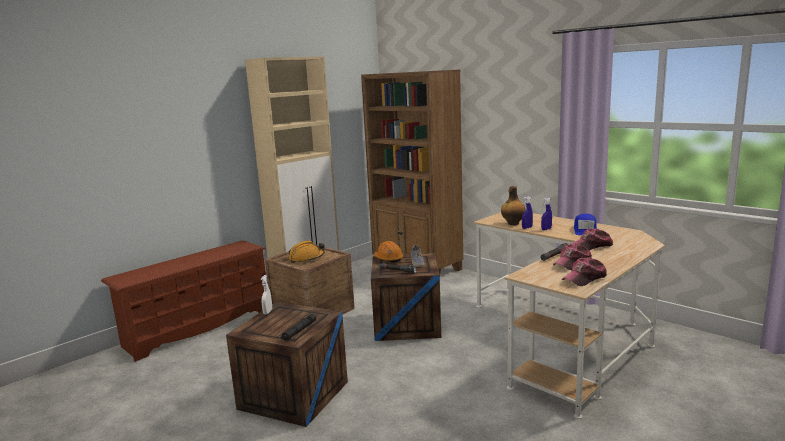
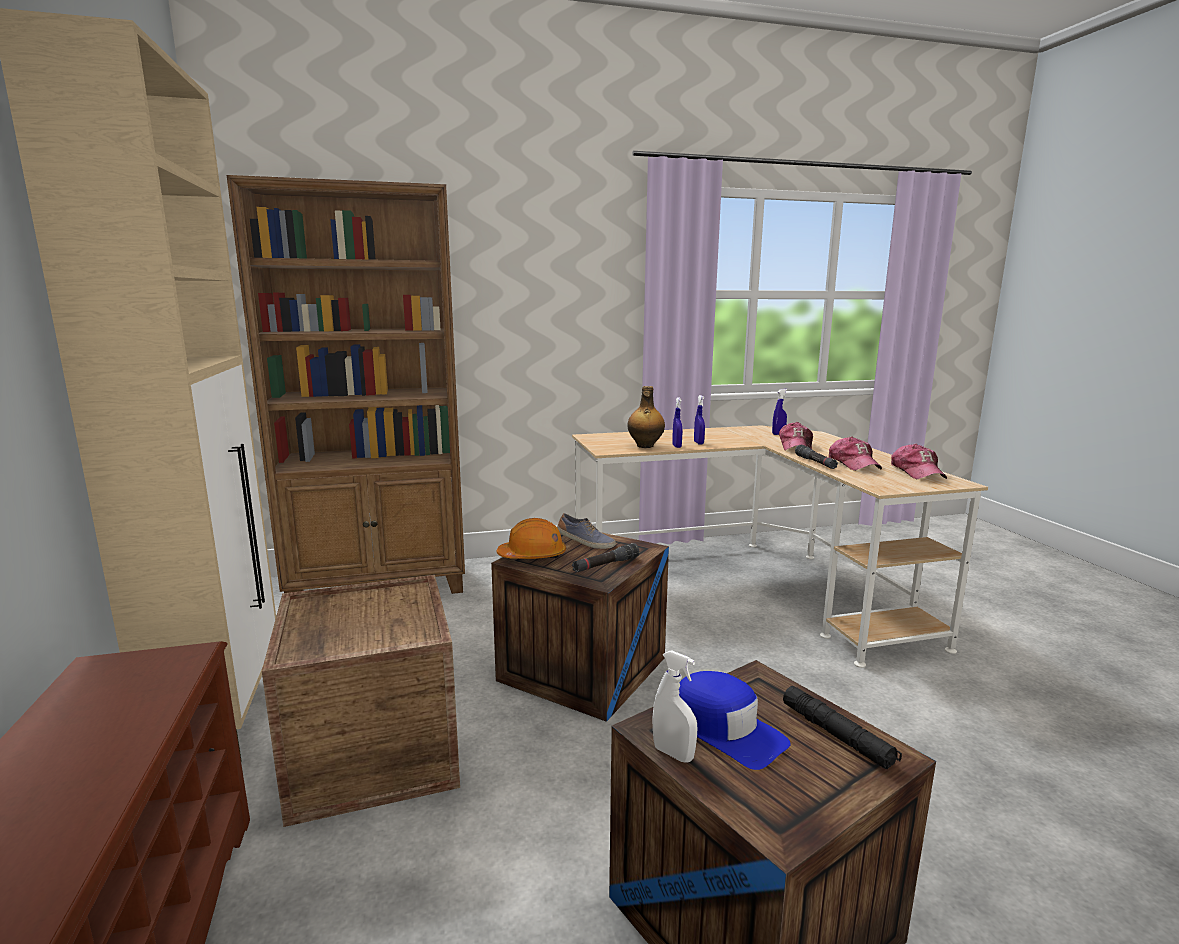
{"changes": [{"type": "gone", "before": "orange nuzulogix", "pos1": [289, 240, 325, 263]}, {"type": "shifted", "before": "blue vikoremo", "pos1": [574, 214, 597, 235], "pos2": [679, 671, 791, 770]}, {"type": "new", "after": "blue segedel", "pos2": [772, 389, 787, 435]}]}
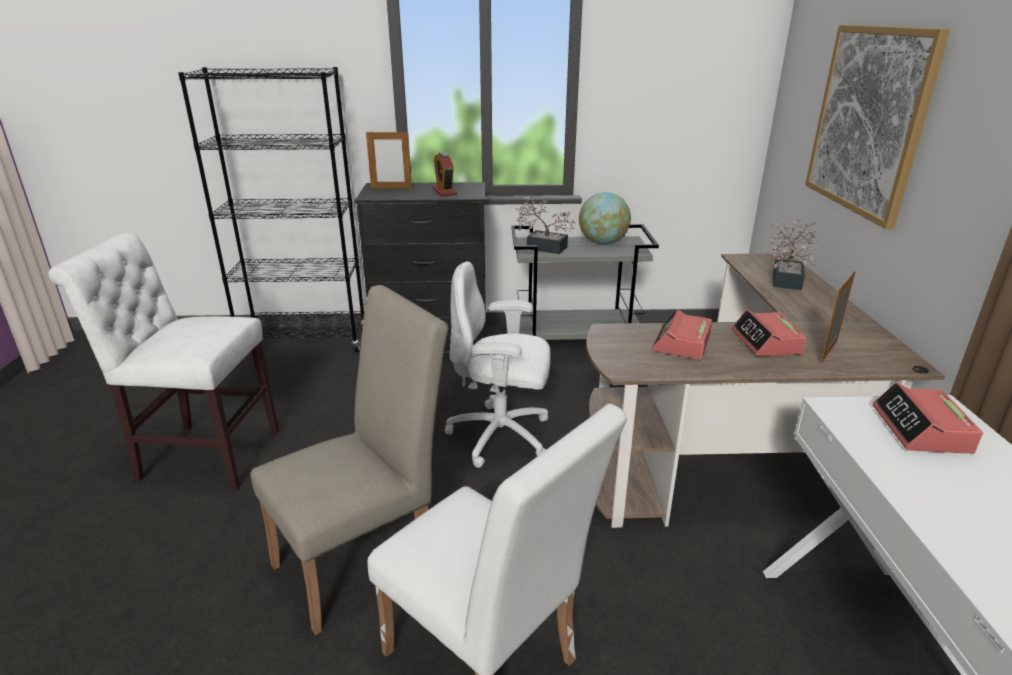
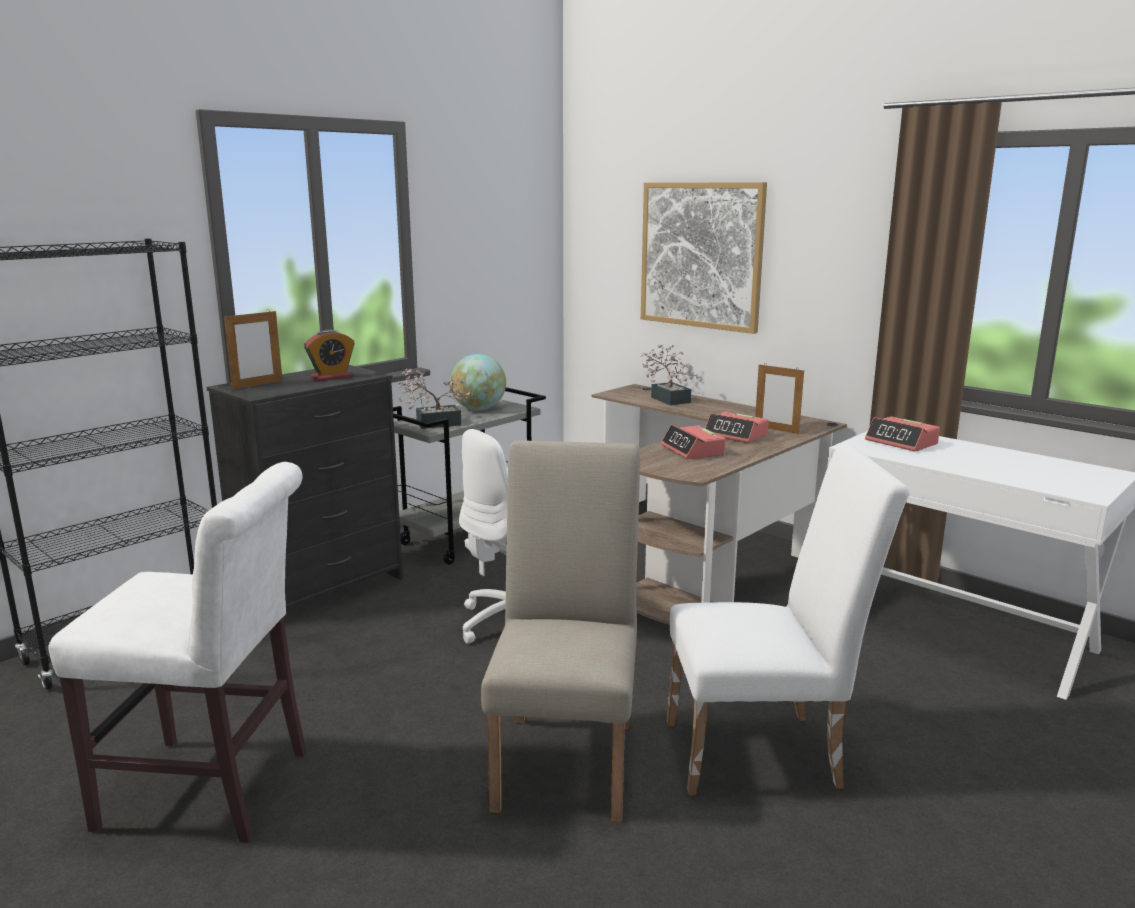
{"changes": [{"type": "rotated", "before": "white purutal", "pos1": [48, 233, 279, 490], "pos2": [48, 462, 307, 843], "turn": -135}, {"type": "rotated", "before": "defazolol", "pos1": [433, 152, 457, 196], "pos2": [304, 330, 355, 381], "turn": -60}, {"type": "rotated", "before": "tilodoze", "pos1": [821, 271, 855, 364], "pos2": [755, 363, 804, 434], "turn": -45}]}
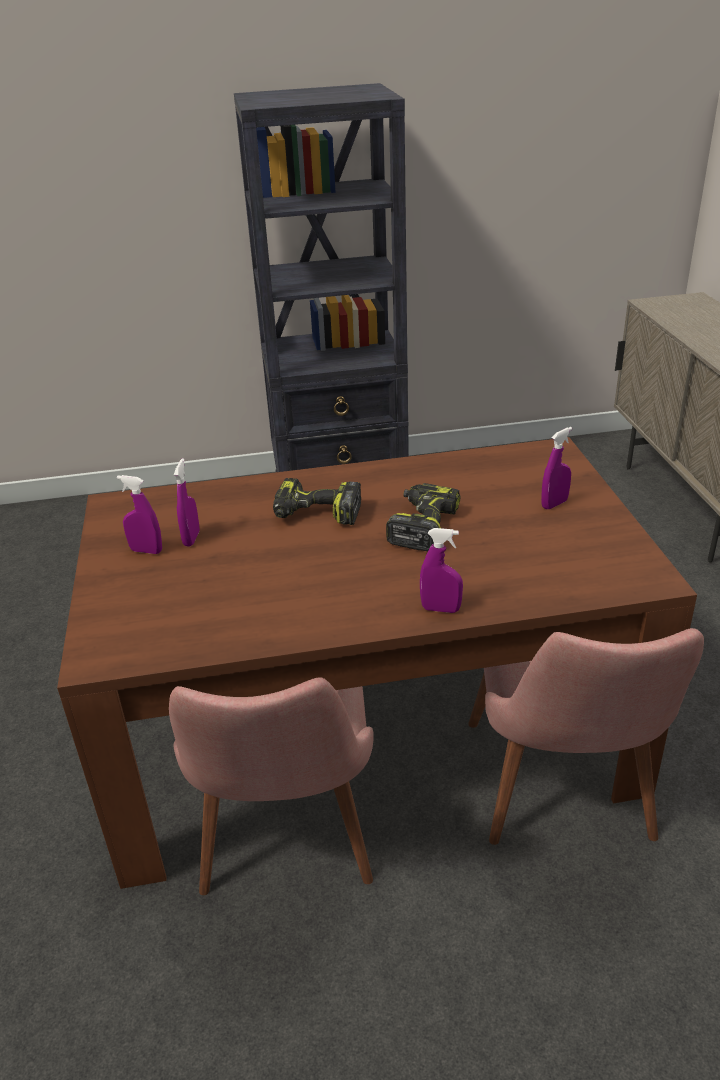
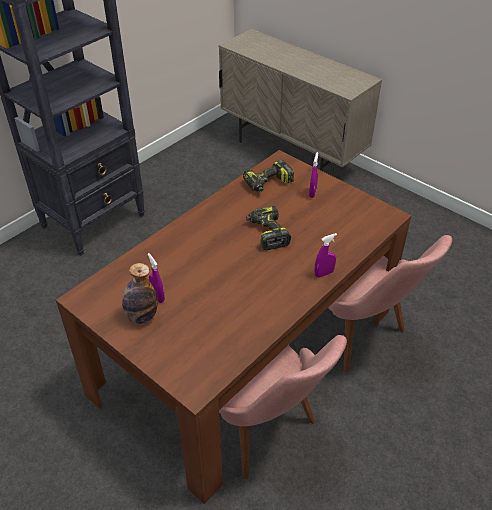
{"changes": [{"type": "swapped", "before": "purple segedel", "after": "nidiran", "pos1": [117, 475, 162, 554], "pos2": [122, 263, 157, 324]}, {"type": "shifted", "before": "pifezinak", "pos1": [273, 478, 361, 525], "pos2": [243, 160, 294, 192]}]}
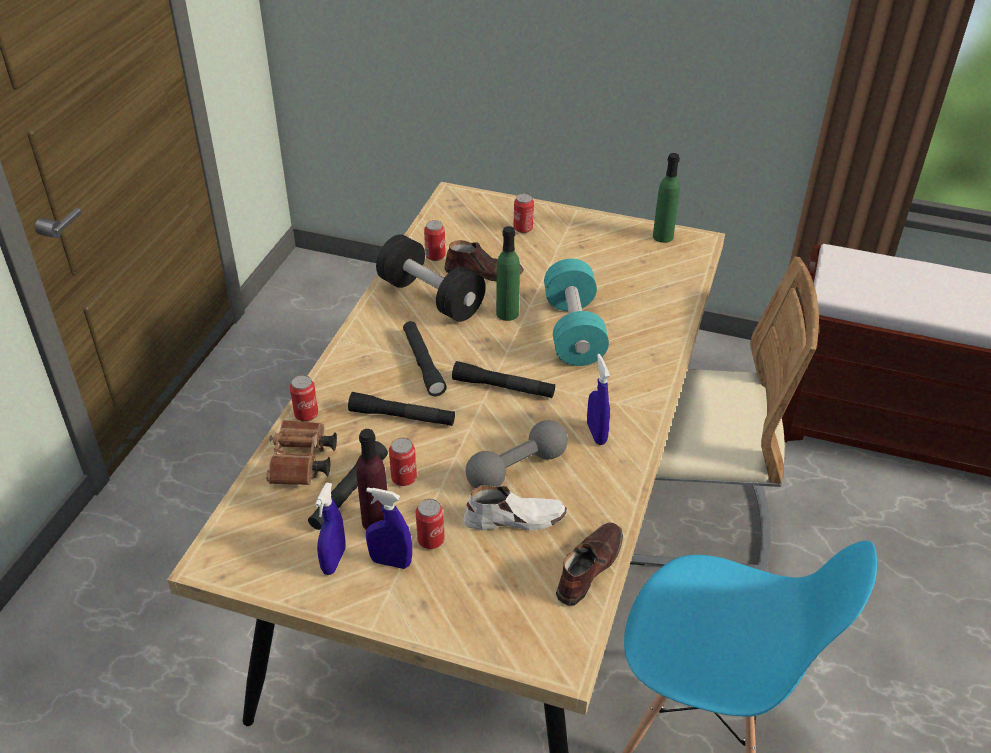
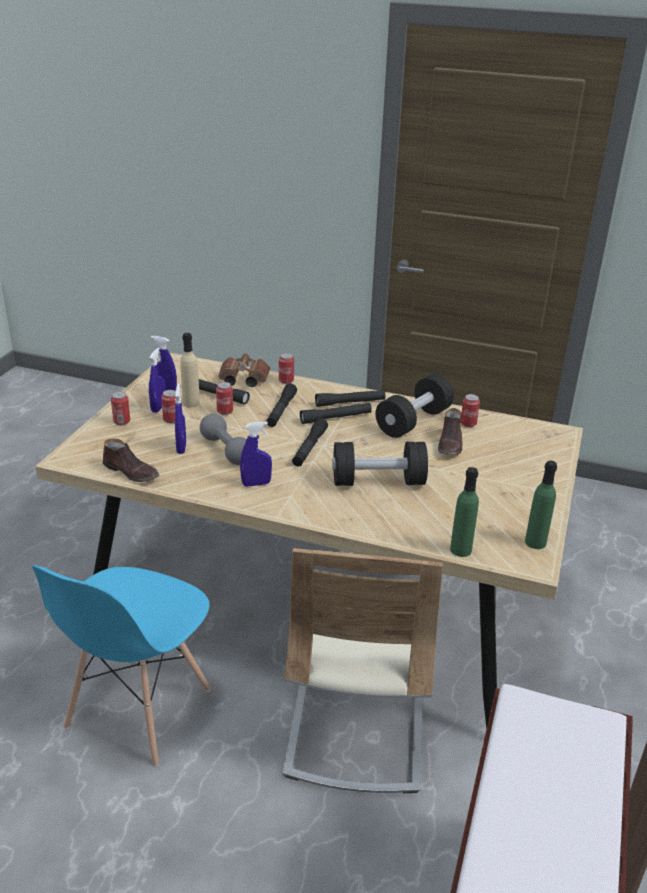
{"changes": [{"type": "repainted", "before": "purple nidiran", "after": "beige nidiran", "pos1": [356, 429, 387, 530], "pos2": [180, 333, 200, 408]}, {"type": "swapped", "before": "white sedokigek", "after": "blue segedel", "pos1": [463, 485, 567, 531], "pos2": [175, 384, 186, 454]}, {"type": "shifted", "before": "green nidiran", "pos1": [496, 226, 520, 321], "pos2": [450, 467, 479, 557]}, {"type": "shifted", "before": "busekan", "pos1": [513, 193, 534, 233], "pos2": [111, 392, 130, 425]}, {"type": "repainted", "before": "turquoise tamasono", "after": "black tamasono", "pos1": [544, 259, 609, 366], "pos2": [332, 442, 428, 486]}, {"type": "new", "after": "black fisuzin", "pos2": [315, 390, 386, 407]}]}
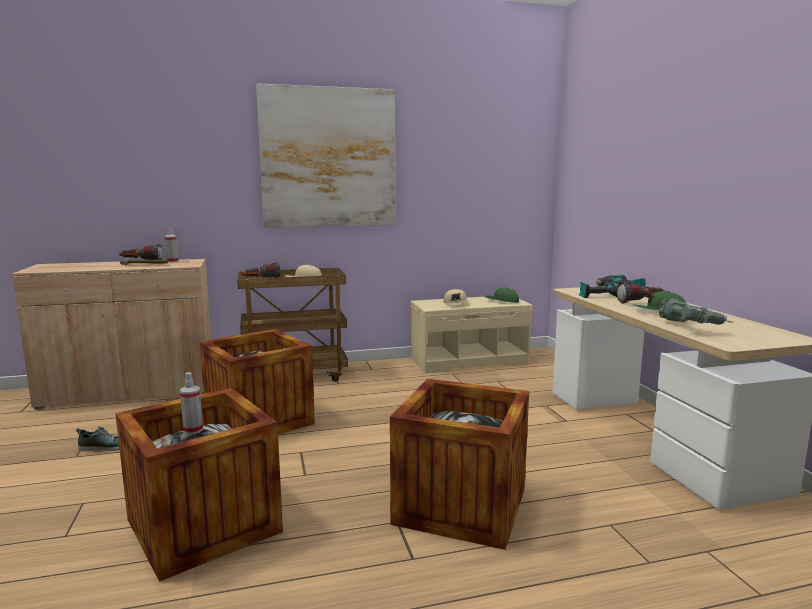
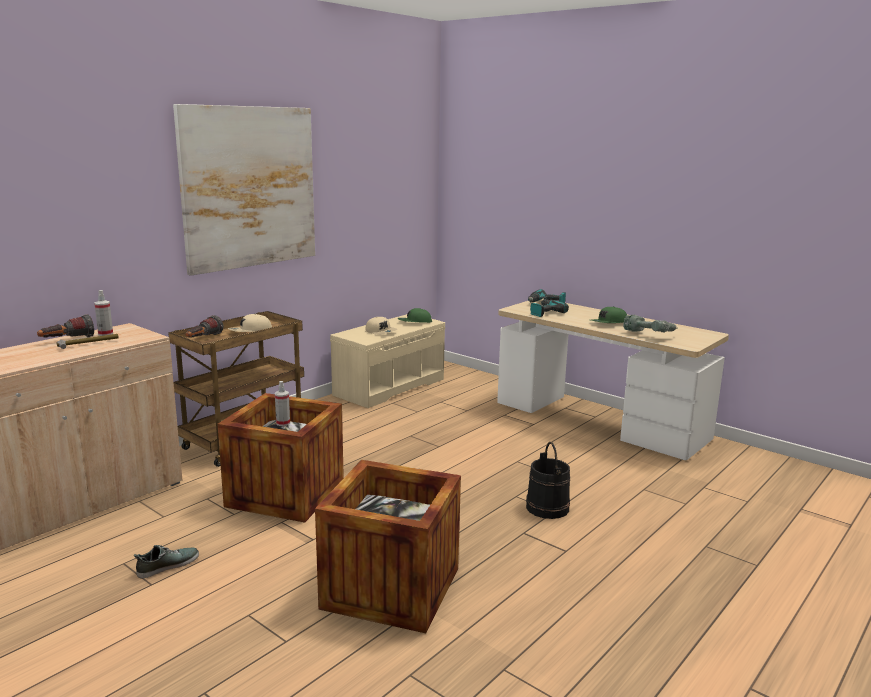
{"changes": [{"type": "shifted", "before": "segedel", "pos1": [180, 372, 203, 434], "pos2": [275, 381, 290, 426]}, {"type": "swapped", "before": "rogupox", "after": "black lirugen", "pos1": [390, 379, 529, 550], "pos2": [526, 442, 570, 519]}, {"type": "gone", "before": "fisuzin", "pos1": [617, 282, 666, 304]}]}
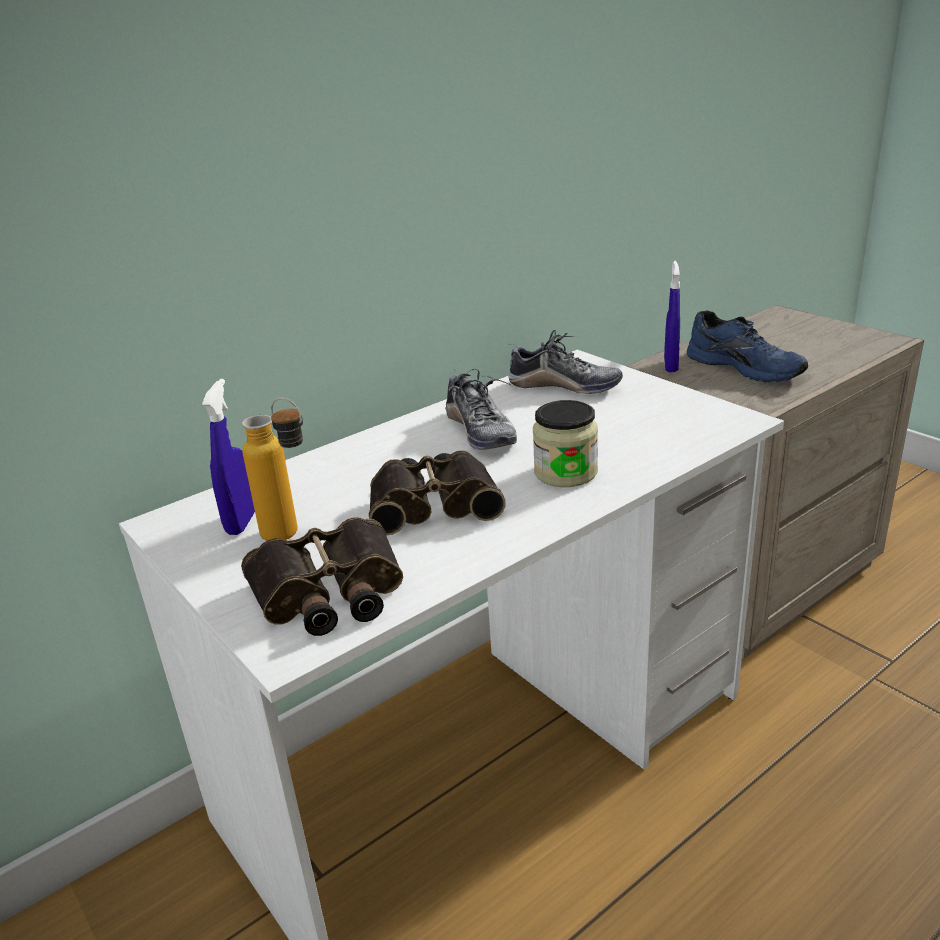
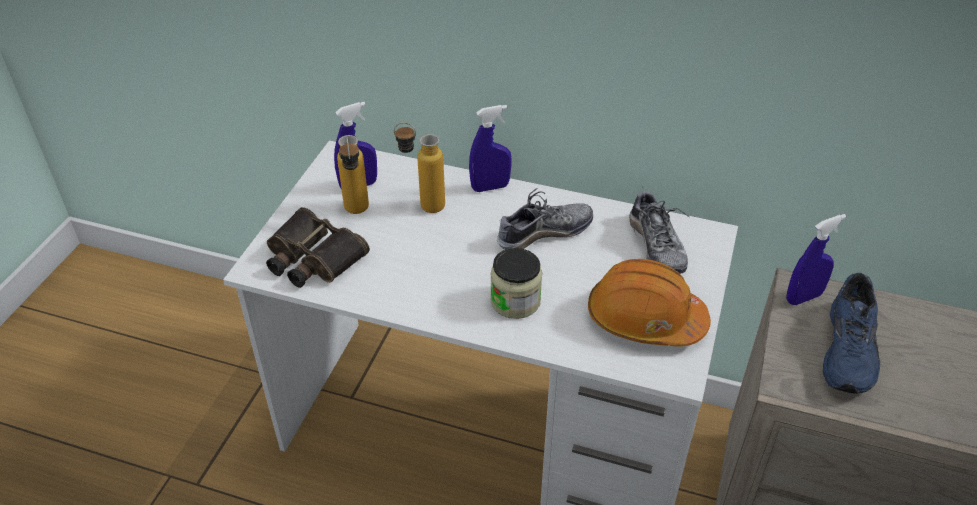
{"changes": [{"type": "gone", "before": "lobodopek", "pos1": [369, 450, 506, 535]}, {"type": "rotated", "before": "sedokigek", "pos1": [445, 369, 517, 450], "pos2": [497, 188, 593, 250], "turn": -150}, {"type": "new", "after": "nidiran", "pos2": [394, 122, 445, 213]}, {"type": "new", "after": "blue segedel", "pos2": [469, 105, 512, 192]}, {"type": "new", "after": "orange nuzulogix", "pos2": [588, 259, 711, 346]}]}
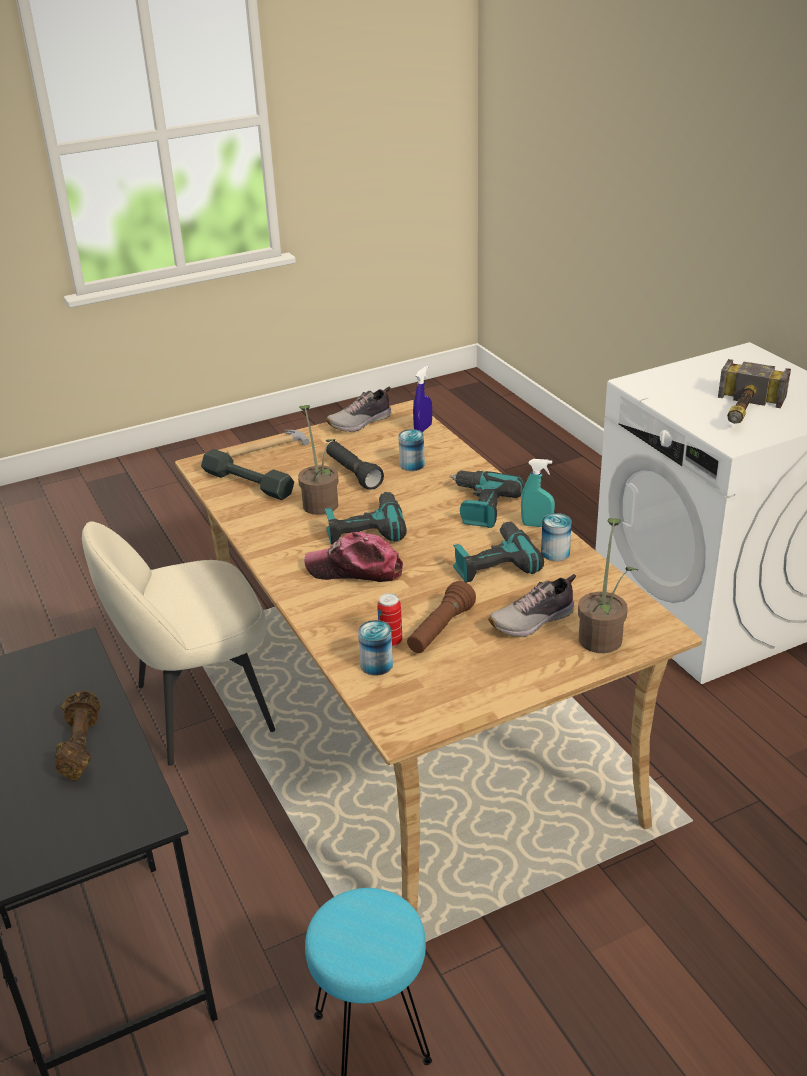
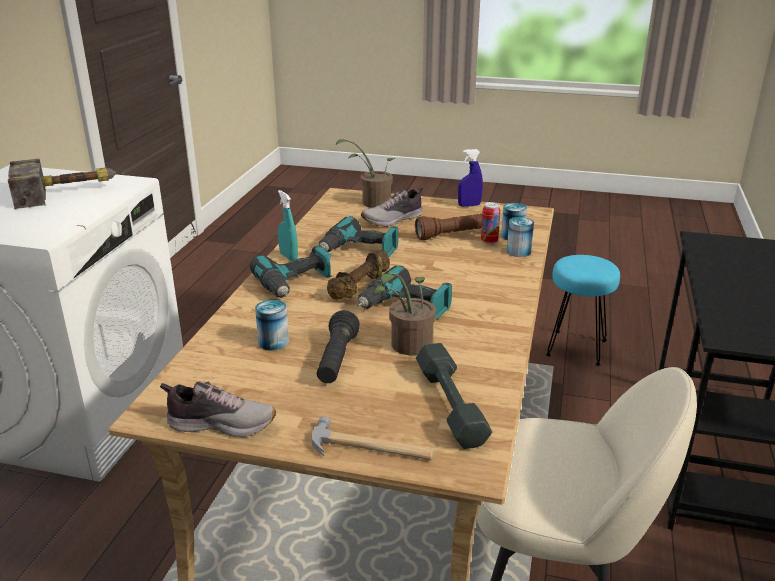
{"changes": [{"type": "shifted", "before": "brown tamasono", "pos1": [55, 691, 100, 781], "pos2": [327, 249, 390, 300]}, {"type": "gone", "before": "vikoremo", "pos1": [304, 532, 403, 582]}, {"type": "shifted", "before": "blue segedel", "pos1": [413, 366, 432, 432], "pos2": [458, 149, 483, 207]}, {"type": "rotated", "before": "sedokigek", "pos1": [488, 574, 576, 637], "pos2": [361, 187, 423, 227], "turn": 135}, {"type": "shifted", "before": "busekan", "pos1": [541, 513, 572, 561], "pos2": [507, 217, 534, 257]}]}
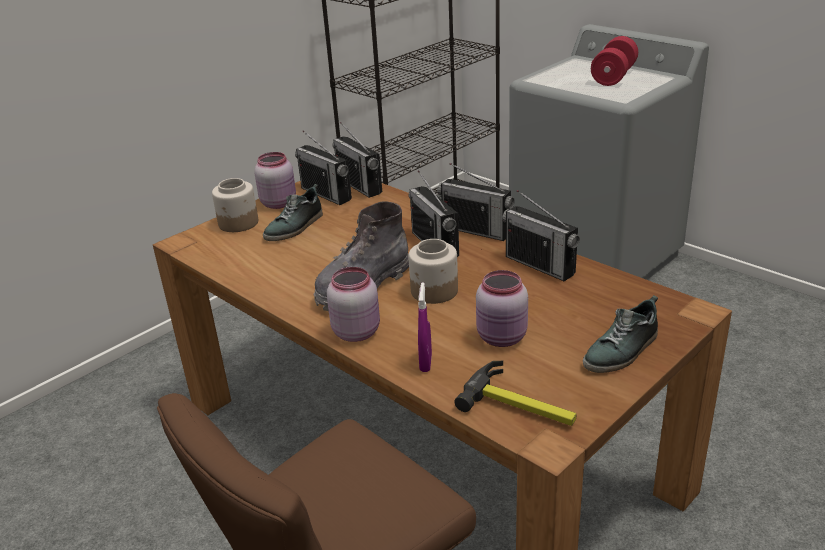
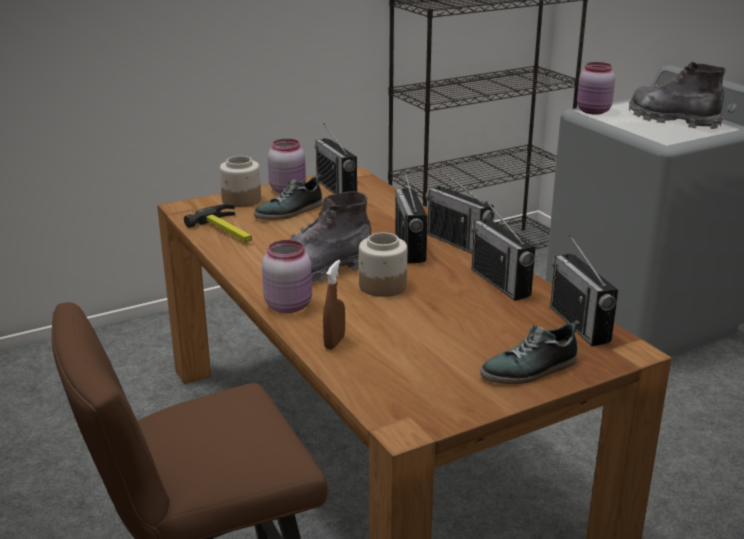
{"changes": [{"type": "shifted", "before": "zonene", "pos1": [332, 122, 382, 198], "pos2": [550, 235, 618, 346]}, {"type": "repainted", "before": "purple segedel", "after": "brown segedel", "pos1": [418, 282, 432, 372], "pos2": [323, 260, 345, 349]}, {"type": "shifted", "before": "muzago", "pos1": [454, 361, 577, 426], "pos2": [184, 204, 252, 242]}, {"type": "shifted", "before": "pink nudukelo", "pos1": [476, 270, 528, 347], "pos2": [577, 62, 615, 115]}, {"type": "swapped", "before": "red tamasono", "after": "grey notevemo", "pos1": [591, 36, 638, 86], "pos2": [629, 62, 726, 129]}]}
